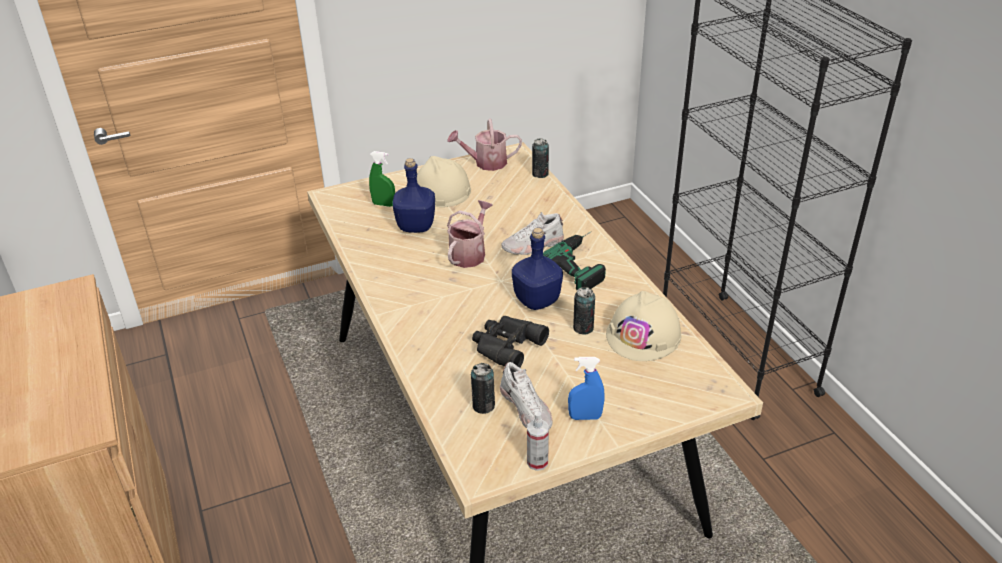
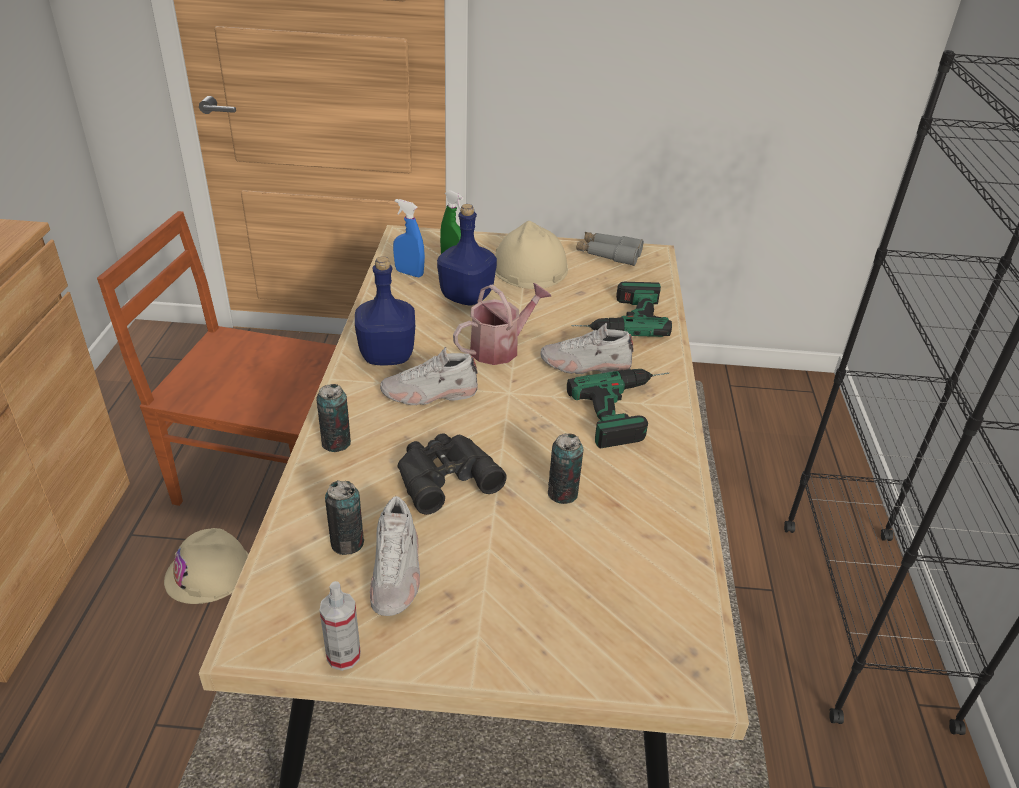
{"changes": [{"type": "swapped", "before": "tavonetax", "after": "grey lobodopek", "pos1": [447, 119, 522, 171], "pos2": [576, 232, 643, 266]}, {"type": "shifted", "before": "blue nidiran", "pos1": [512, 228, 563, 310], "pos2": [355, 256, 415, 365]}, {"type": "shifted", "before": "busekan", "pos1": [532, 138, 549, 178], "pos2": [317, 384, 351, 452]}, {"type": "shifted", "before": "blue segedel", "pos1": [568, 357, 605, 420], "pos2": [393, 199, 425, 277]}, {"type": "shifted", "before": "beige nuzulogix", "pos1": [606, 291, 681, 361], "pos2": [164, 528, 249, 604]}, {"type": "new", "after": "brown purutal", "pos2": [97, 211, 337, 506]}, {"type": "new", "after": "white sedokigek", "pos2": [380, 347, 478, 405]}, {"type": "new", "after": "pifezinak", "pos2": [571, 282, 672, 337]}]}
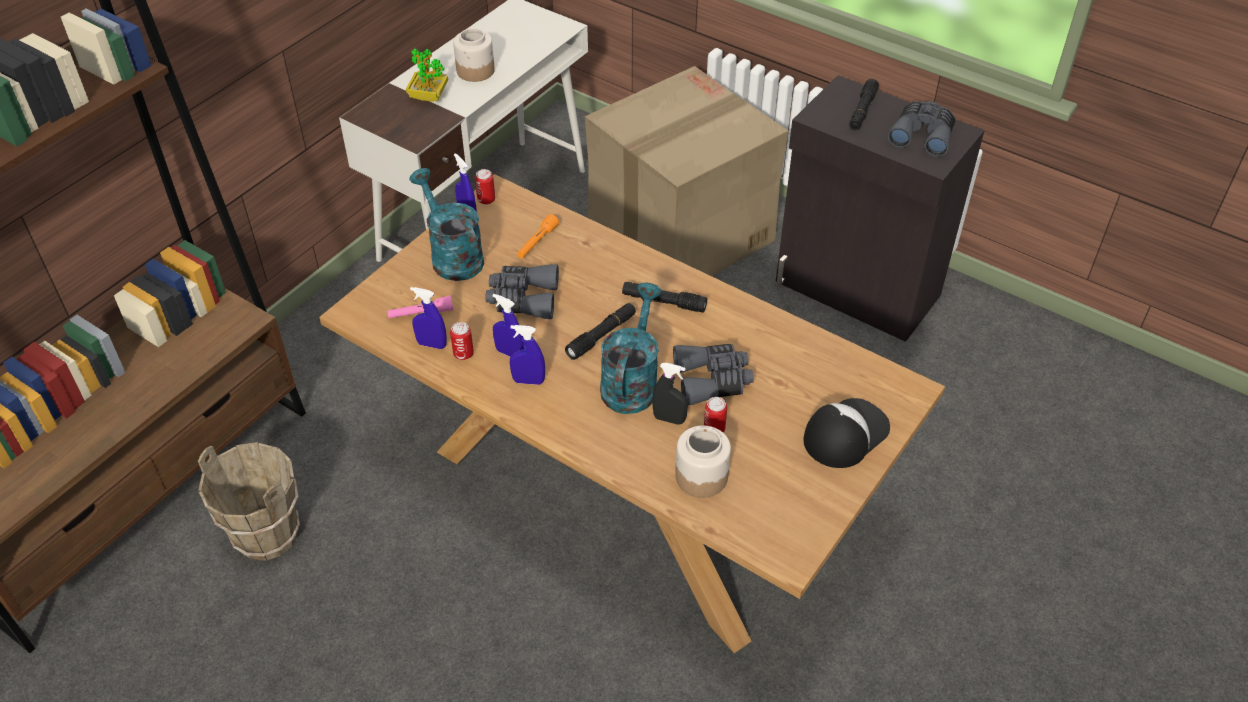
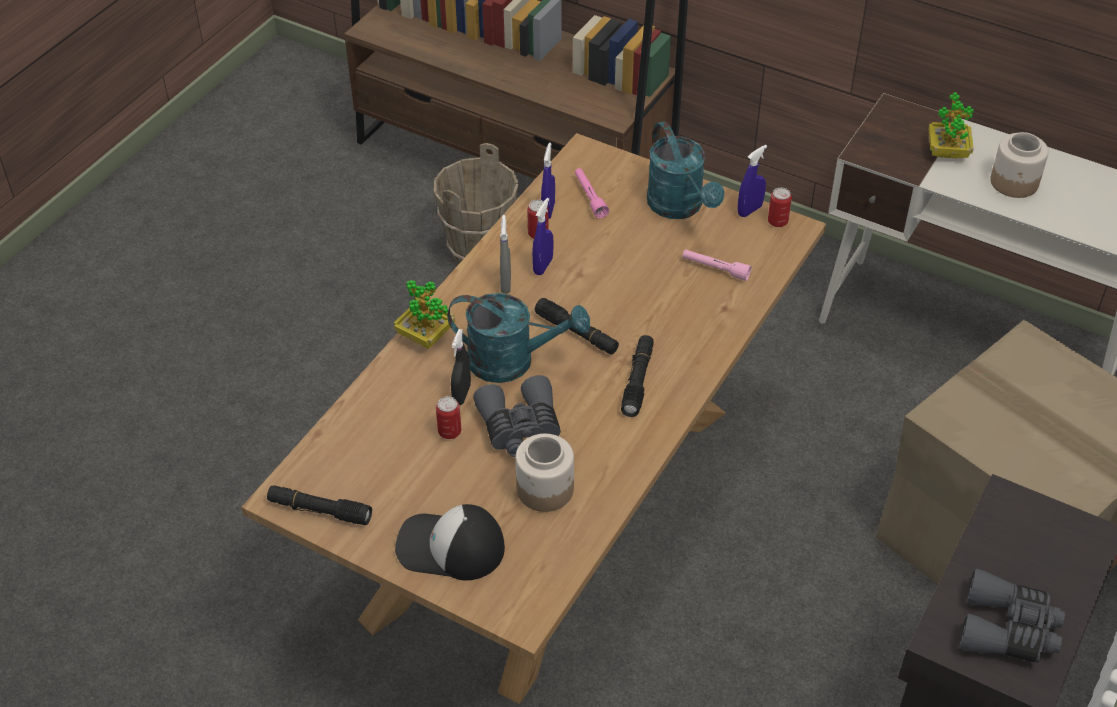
{"changes": [{"type": "rotated", "before": "turquoise tavonetax", "pos1": [409, 168, 484, 281], "pos2": [647, 121, 724, 219], "turn": 105}, {"type": "gone", "before": "grey lobodopek", "pos1": [485, 264, 559, 319]}, {"type": "repainted", "before": "blue segedel", "after": "grey segedel", "pos1": [510, 325, 545, 385], "pos2": [500, 215, 511, 294]}, {"type": "repainted", "before": "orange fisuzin", "after": "pink fisuzin", "pos1": [517, 214, 559, 258], "pos2": [682, 249, 752, 281]}, {"type": "shifted", "before": "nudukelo", "pos1": [675, 426, 731, 498], "pos2": [515, 434, 574, 512]}, {"type": "rotated", "before": "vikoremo", "pos1": [803, 398, 890, 468], "pos2": [395, 504, 505, 580], "turn": 150}, {"type": "shifted", "before": "black fisuzin", "pos1": [849, 79, 879, 130], "pos2": [267, 485, 372, 525]}, {"type": "new", "after": "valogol", "pos2": [394, 280, 455, 349]}]}
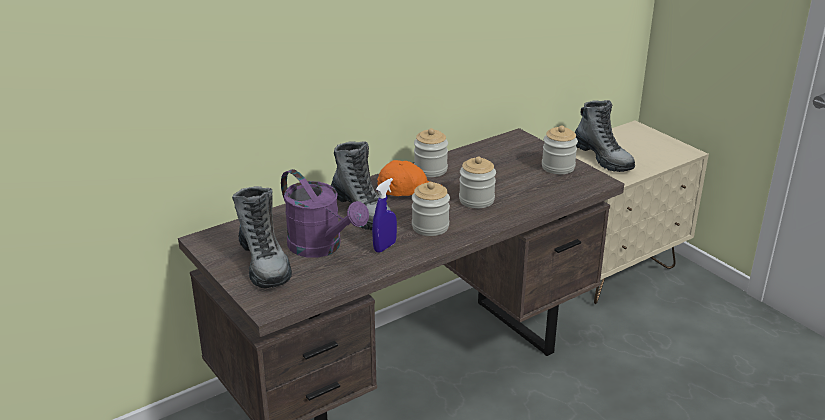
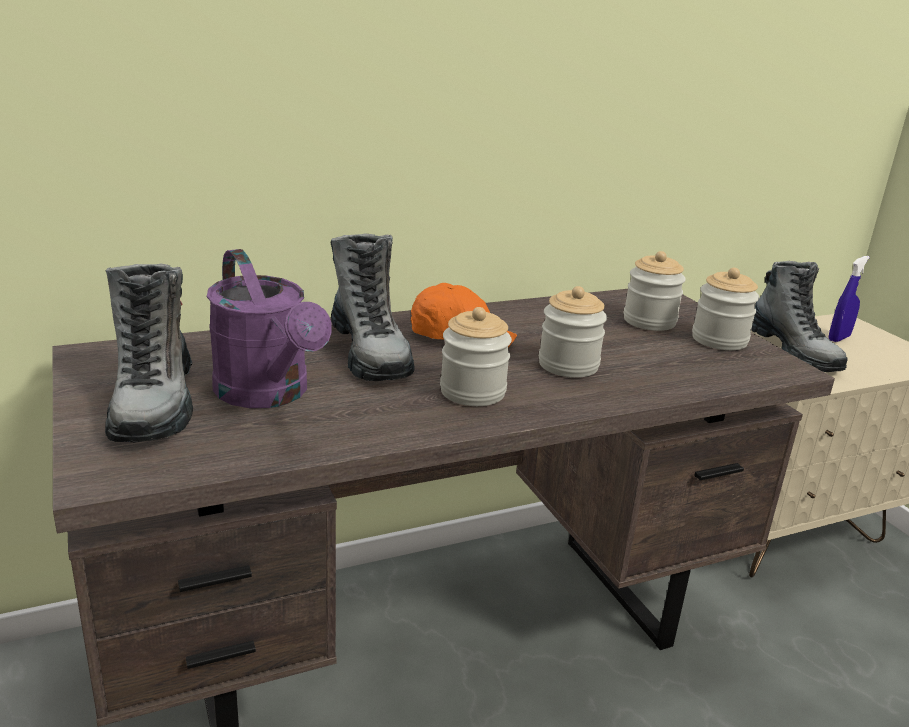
{"changes": [{"type": "shifted", "before": "blue segedel", "pos1": [372, 178, 397, 253], "pos2": [828, 256, 870, 342]}, {"type": "shifted", "before": "nudukelo", "pos1": [414, 128, 448, 177], "pos2": [624, 251, 686, 331]}]}
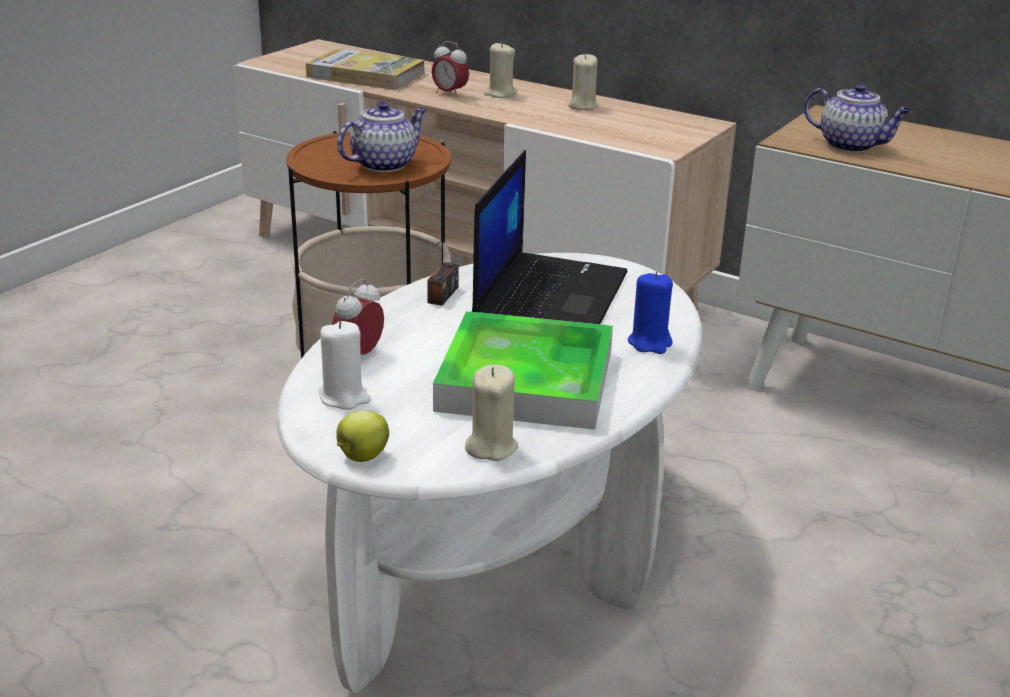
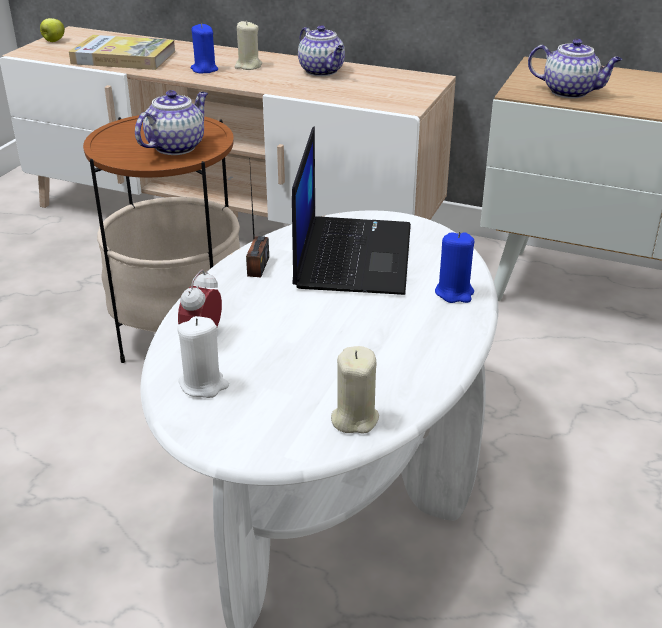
{"changes": [{"type": "shifted", "before": "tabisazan", "pos1": [336, 410, 389, 462], "pos2": [40, 18, 65, 42]}, {"type": "swapped", "before": "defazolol", "after": "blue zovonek", "pos1": [432, 41, 469, 98], "pos2": [191, 24, 218, 73]}, {"type": "gone", "before": "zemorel", "pos1": [433, 311, 613, 430]}, {"type": "swapped", "before": "beige zovonek", "after": "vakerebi", "pos1": [568, 53, 598, 110], "pos2": [298, 25, 345, 76]}]}
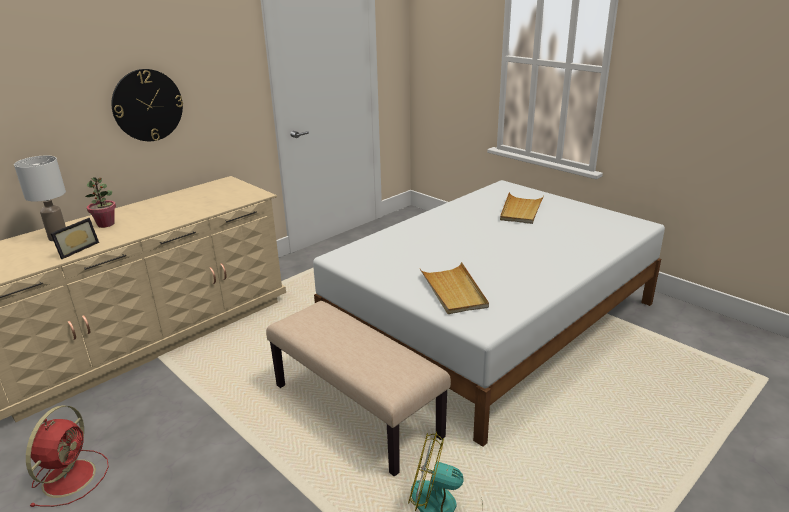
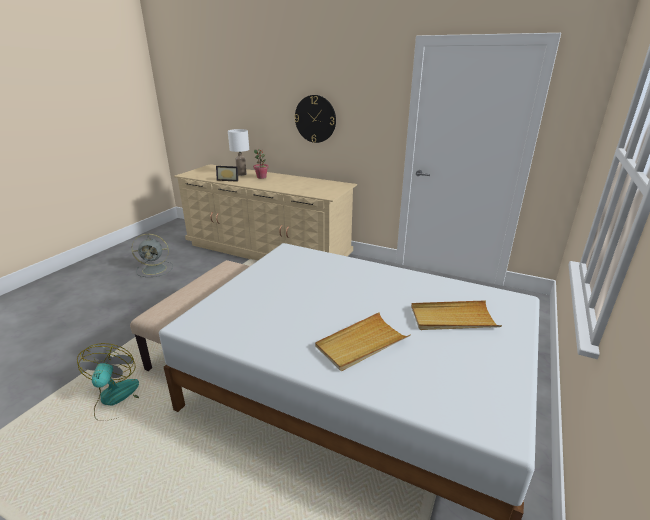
{"changes": [{"type": "repainted", "before": "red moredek", "after": "grey moredek", "pos1": [26, 405, 109, 507], "pos2": [131, 234, 173, 277]}, {"type": "shifted", "before": "beige zemorel", "pos1": [420, 262, 489, 314], "pos2": [315, 312, 411, 371]}]}
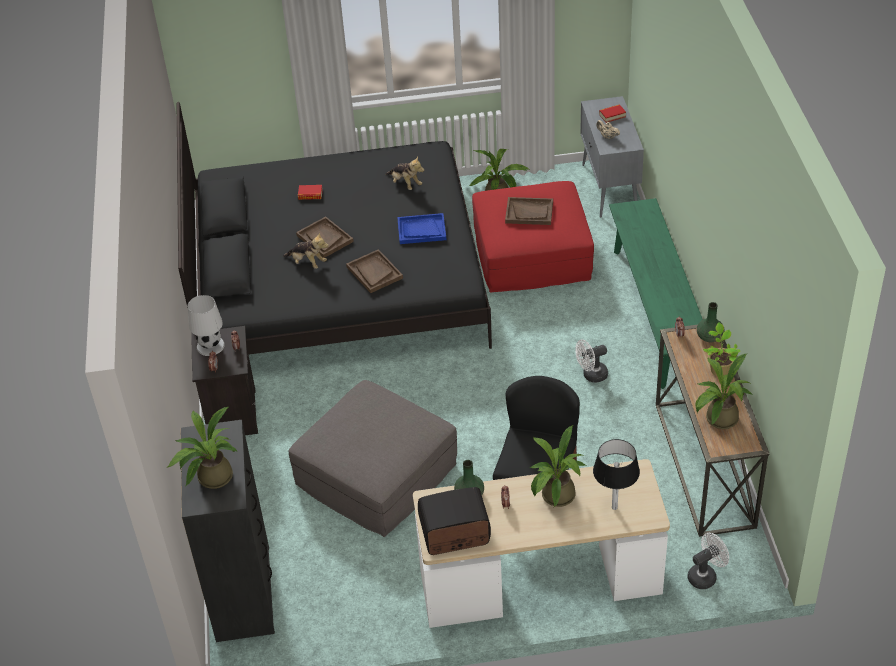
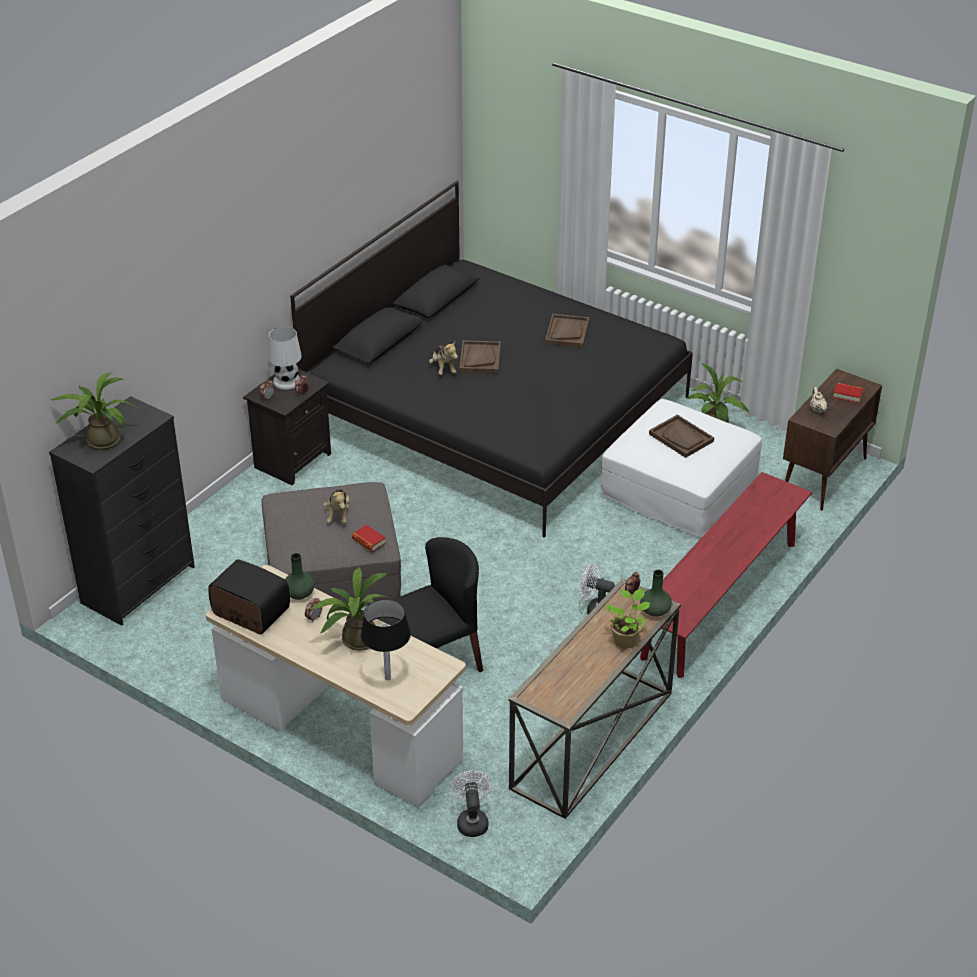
{"changes": [{"type": "shifted", "before": "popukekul", "pos1": [298, 185, 323, 200], "pos2": [352, 525, 386, 552]}, {"type": "shifted", "before": "brown zemorel", "pos1": [346, 249, 403, 293], "pos2": [545, 314, 589, 348]}, {"type": "shifted", "before": "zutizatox", "pos1": [386, 157, 424, 190], "pos2": [323, 489, 349, 524]}, {"type": "gone", "before": "blue zemorel", "pos1": [397, 213, 446, 244]}, {"type": "repainted", "before": "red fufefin", "after": "white fufefin", "pos1": [472, 181, 594, 293], "pos2": [601, 399, 762, 537]}, {"type": "repainted", "before": "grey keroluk", "after": "brown keroluk", "pos1": [580, 96, 644, 218], "pos2": [783, 369, 882, 511]}, {"type": "repainted", "before": "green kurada", "after": "red kurada", "pos1": [609, 198, 703, 389], "pos2": [640, 472, 812, 678]}, {"type": "rotated", "before": "white moredek", "pos1": [688, 533, 729, 589], "pos2": [450, 771, 492, 837], "turn": -105}, {"type": "gone", "before": "valogol", "pos1": [695, 354, 752, 429]}]}
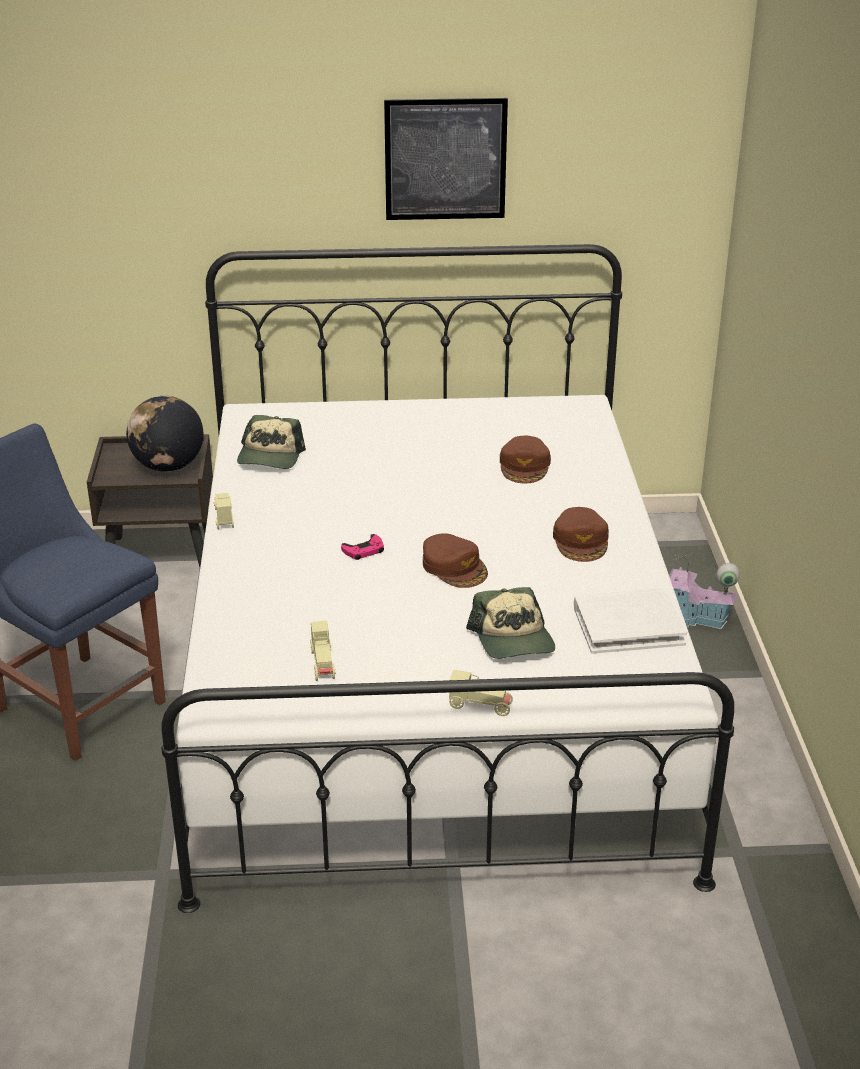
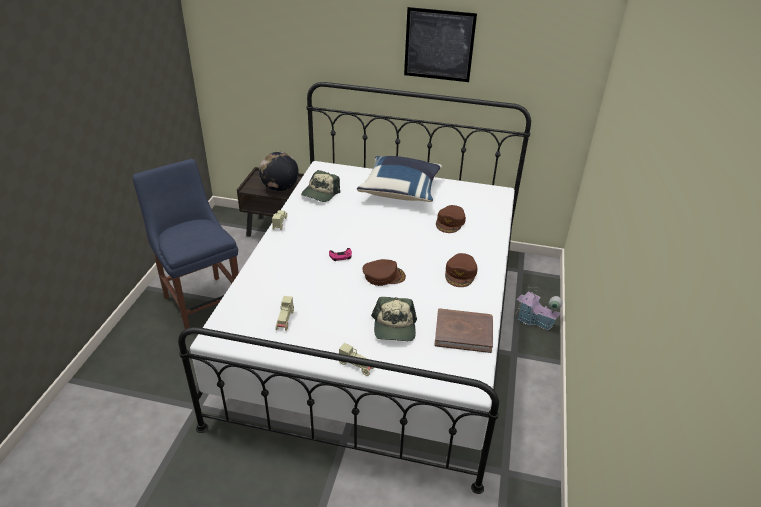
{"changes": [{"type": "rotated", "before": "brown vikoremo", "pos1": [423, 533, 488, 588], "pos2": [363, 259, 406, 286], "turn": -75}, {"type": "repainted", "before": "white popukekul", "after": "brown popukekul", "pos1": [574, 588, 687, 654], "pos2": [434, 308, 493, 353]}, {"type": "new", "after": "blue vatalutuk", "pos2": [357, 156, 442, 202]}]}
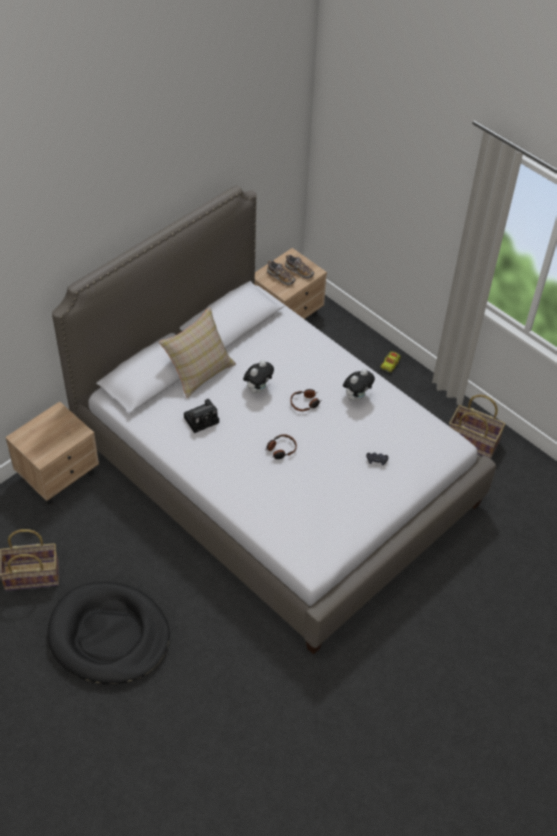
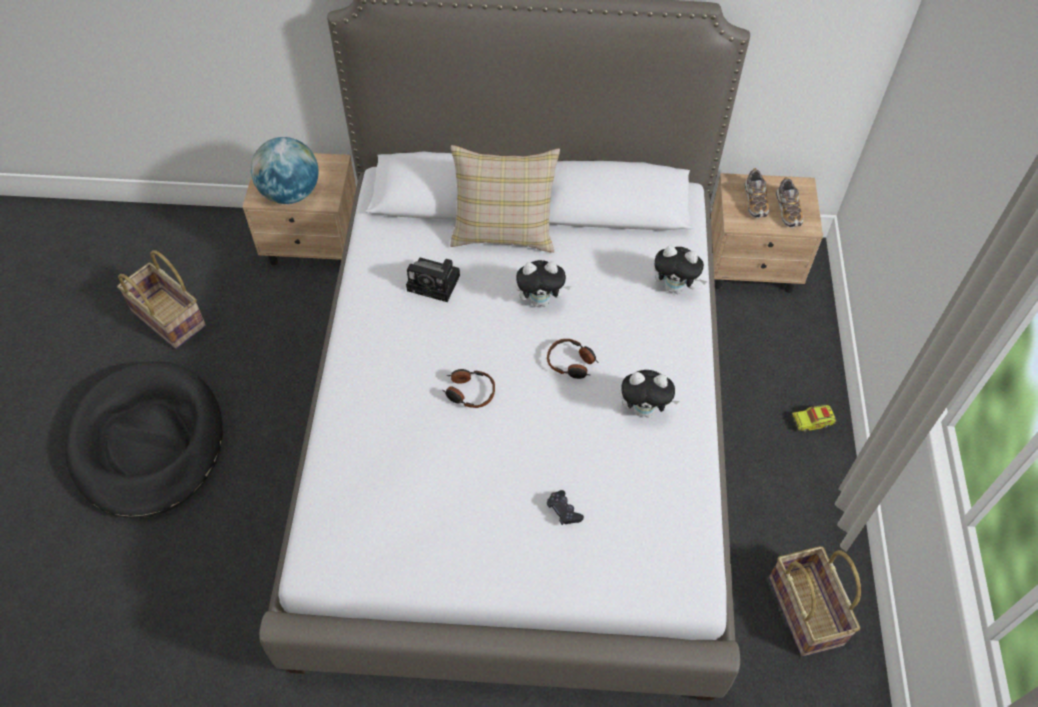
{"changes": [{"type": "new", "after": "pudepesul", "pos2": [251, 137, 319, 204]}, {"type": "new", "after": "zutizatox", "pos2": [653, 246, 708, 294]}]}
